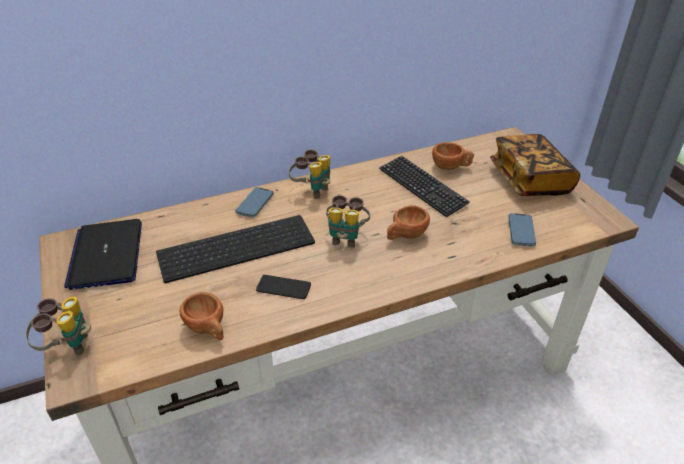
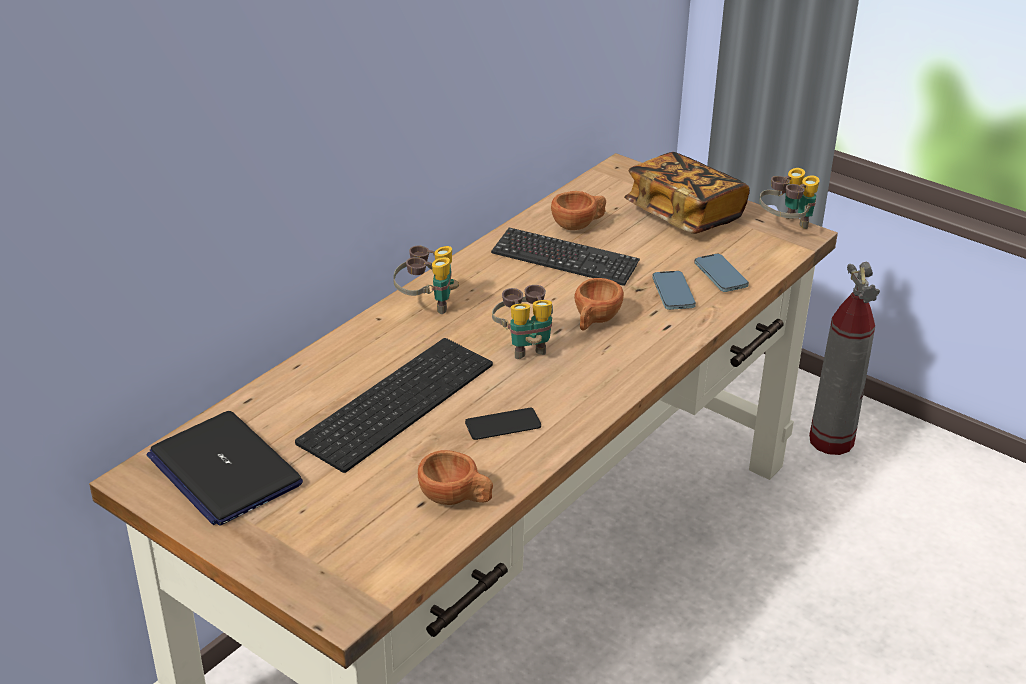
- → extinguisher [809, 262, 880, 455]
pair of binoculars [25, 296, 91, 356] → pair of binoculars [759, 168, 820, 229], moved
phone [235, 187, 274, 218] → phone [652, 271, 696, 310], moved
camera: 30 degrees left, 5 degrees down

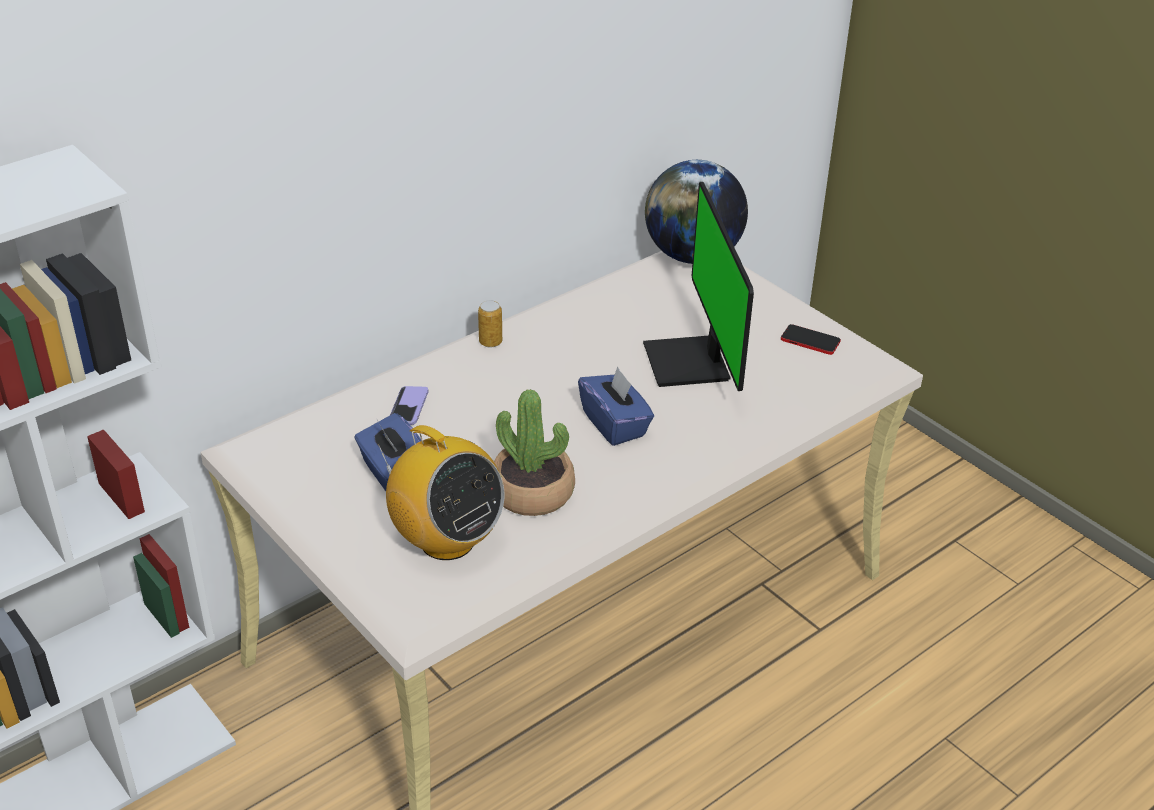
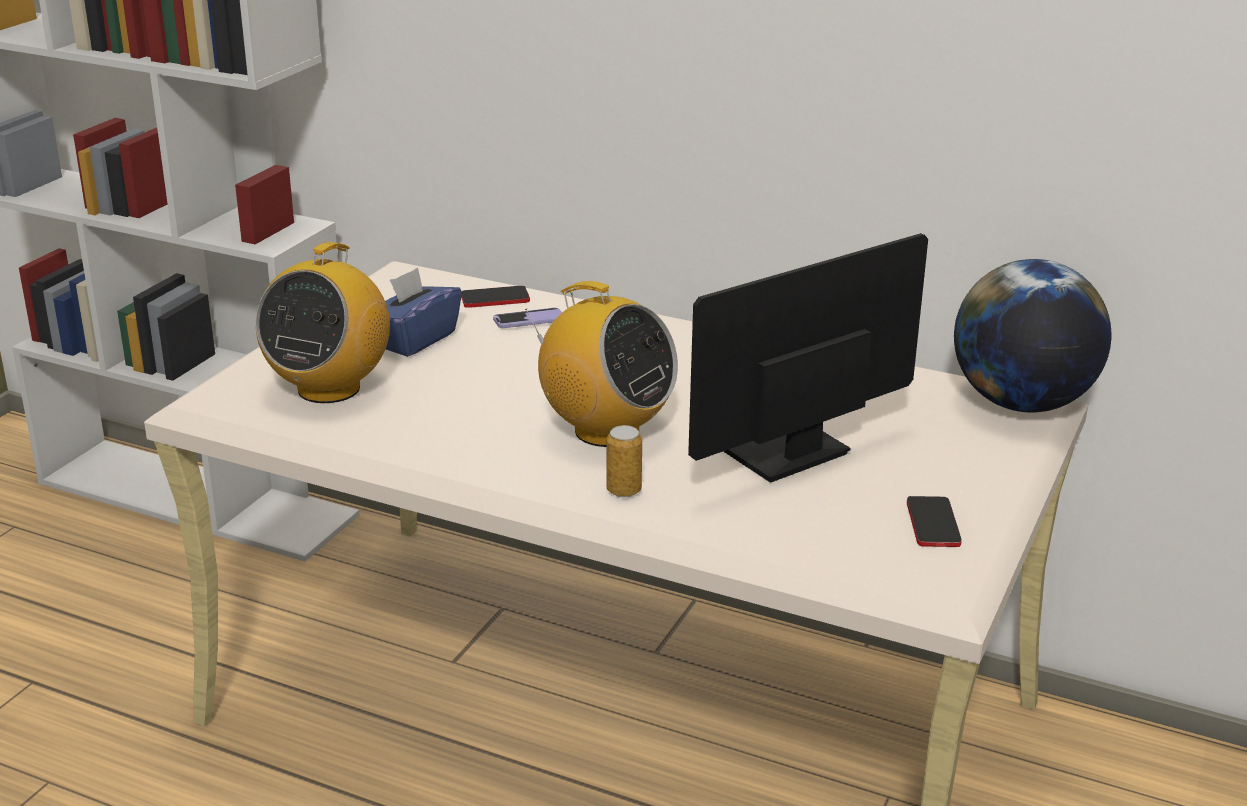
potted plant [494, 389, 575, 516] → -
- → phone [461, 286, 530, 308]
sealed can [478, 300, 502, 348] → sealed can [606, 425, 642, 497], moved
blue-coloured tissue holder [578, 367, 654, 446] → radio receiver [525, 281, 678, 447]
camera: 65 degrees right, 10 degrees down

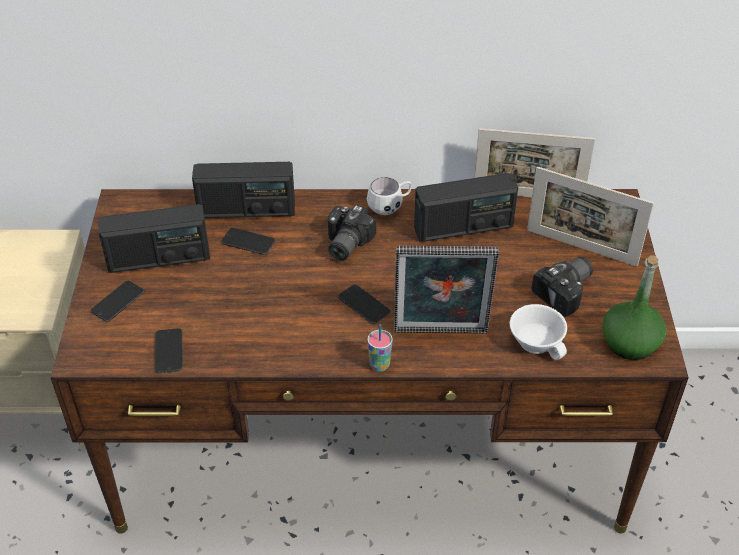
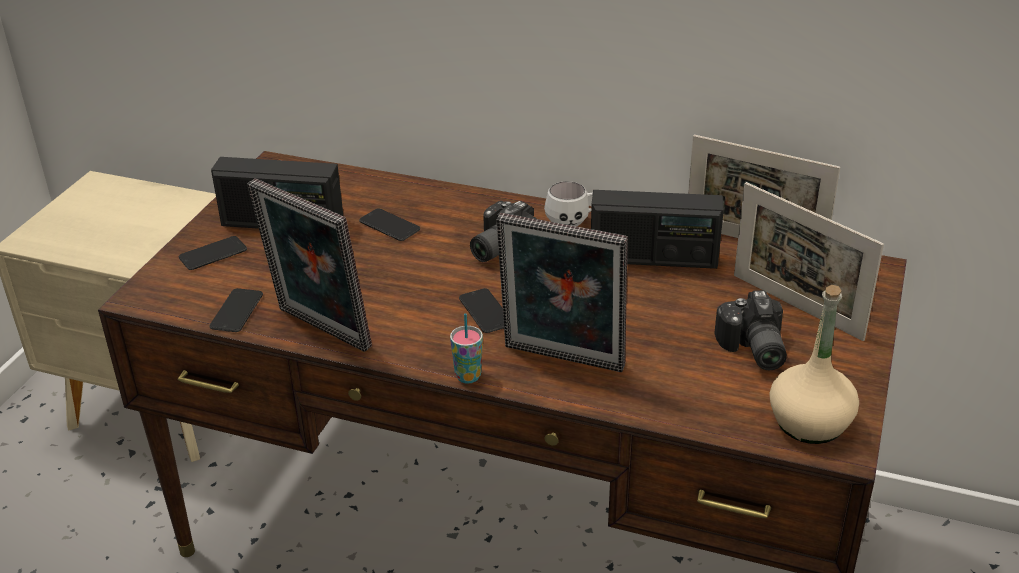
radio receiver [192, 162, 295, 218] → -
white-coloured drinking cup [510, 304, 567, 360] → -
- → picture frame [247, 178, 372, 352]
green-coloured bottle [602, 255, 666, 360] → beige bottle [769, 285, 859, 444]
photo camera [531, 257, 593, 317] → photo camera [714, 290, 787, 370], 105 degrees clockwise
camera: 20 degrees right, 10 degrees down

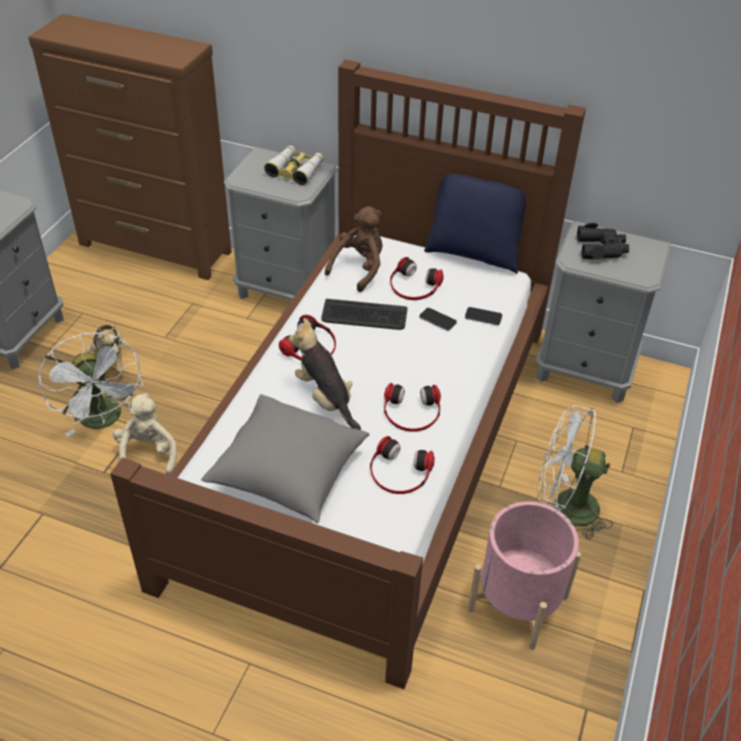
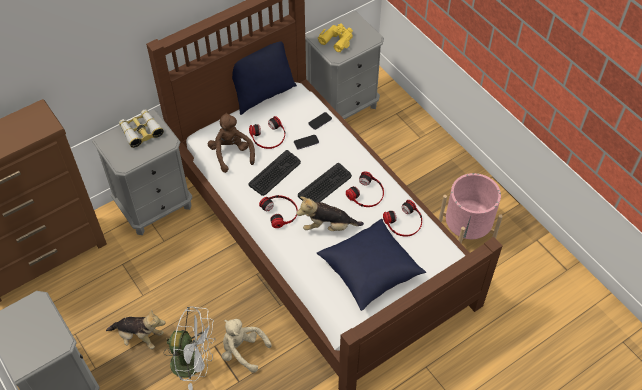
white-coloured electric fan [538, 405, 613, 539] → -
- → keyboard [298, 163, 352, 202]
greyish pillow [201, 394, 369, 523] → blue-coloured pillow [317, 219, 426, 311]
black pair of binoculars [577, 223, 629, 260] → yellowish pair of binoculars [318, 23, 353, 52]
camera: 55 degrees left, 10 degrees up

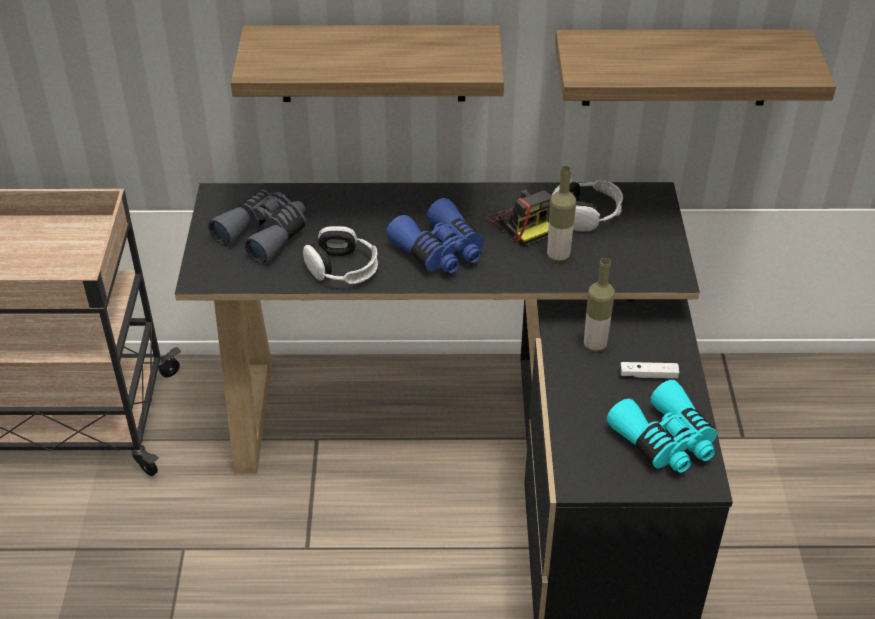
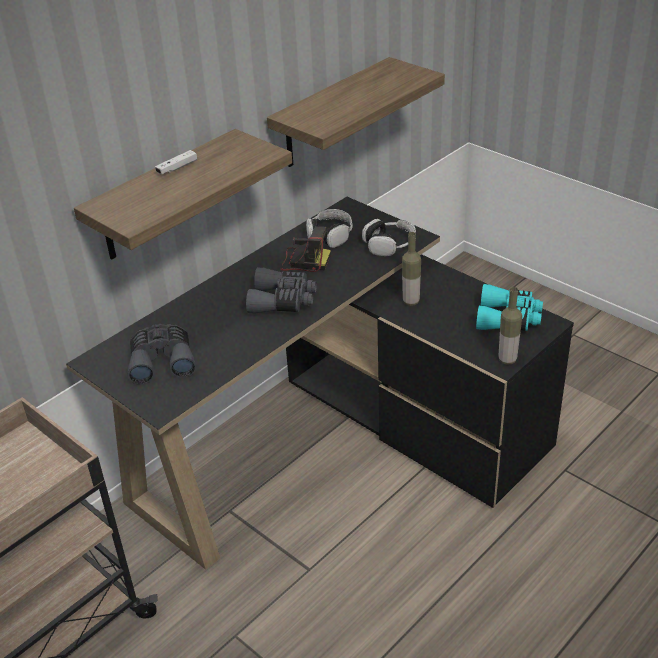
pair of headphones [303, 226, 378, 284] → pair of headphones [362, 219, 416, 256], moved
bottle [547, 166, 576, 262] → bottle [498, 287, 522, 365], moved
white-coloured joypad [620, 362, 679, 379] → white-coloured joypad [155, 150, 197, 174], moved
blue-coloured pair of binoculars [386, 198, 484, 273] → greyish pair of binoculars [246, 267, 317, 314]
camera: 45 degrees left, 5 degrees down

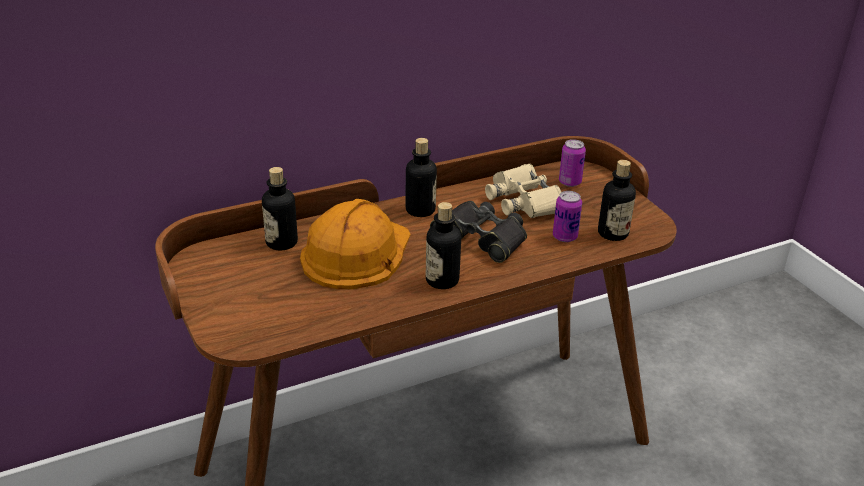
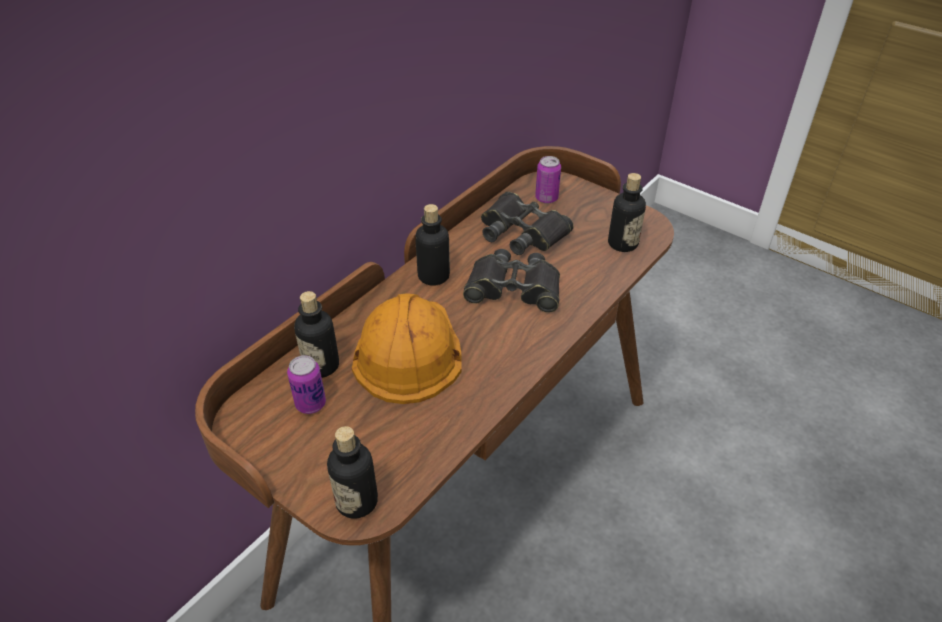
bottle [426, 202, 461, 289] → bottle [327, 426, 378, 519], moved
sealed can [553, 191, 582, 242] → sealed can [287, 355, 326, 414], moved
beige pair of binoculars [485, 164, 561, 218] → black pair of binoculars [481, 192, 574, 255]
camera: 25 degrees left, 10 degrees up

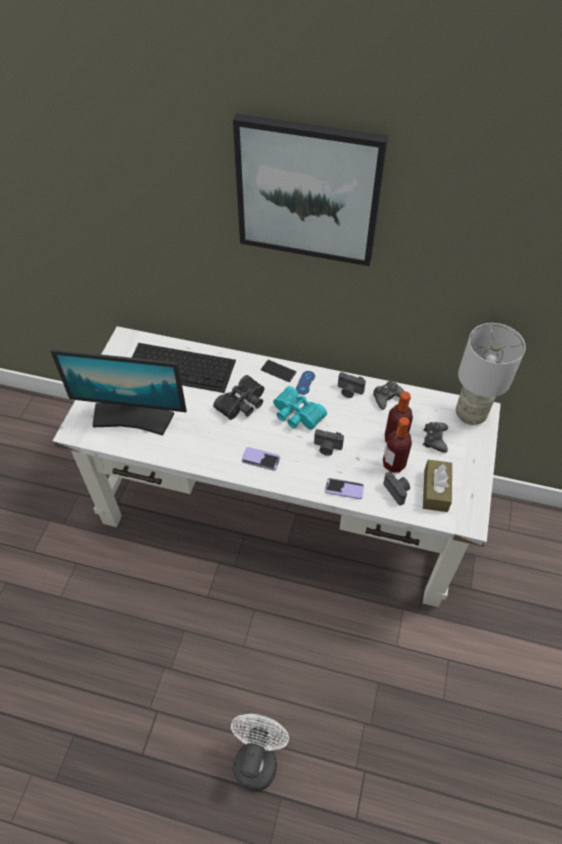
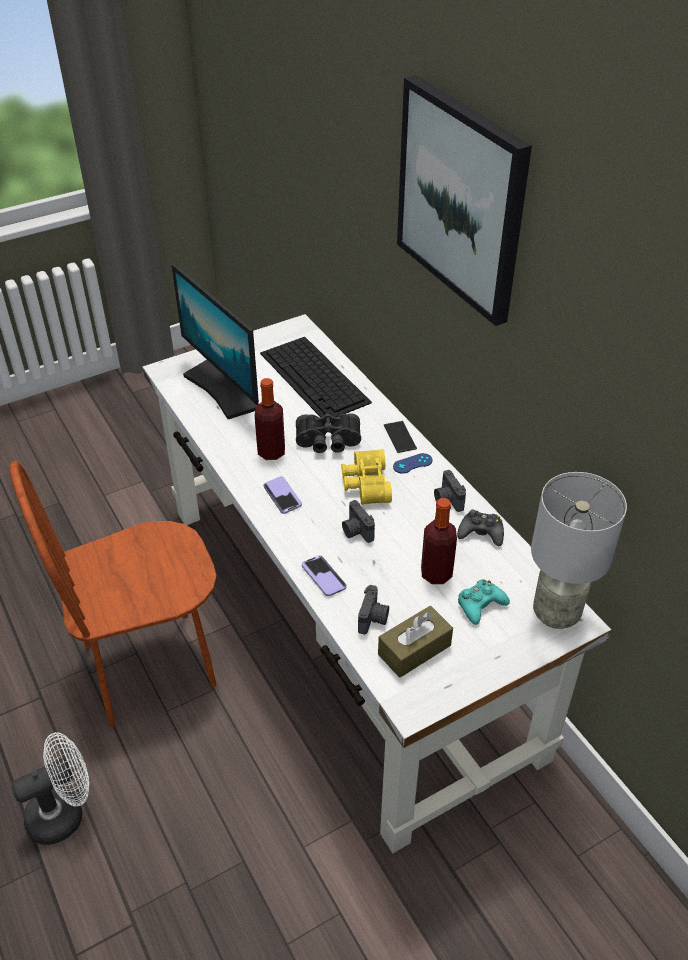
- → brown-coloured chair [9, 461, 216, 727]
bottle [383, 417, 412, 472] → bottle [255, 378, 285, 460], moved
turquoise pair of binoculars [273, 386, 327, 430] → yellowish pair of binoculars [342, 449, 392, 505]
black joypad [423, 422, 448, 453] → turquoise joypad [458, 579, 510, 625]
camera: 45 degrees right, 10 degrees down

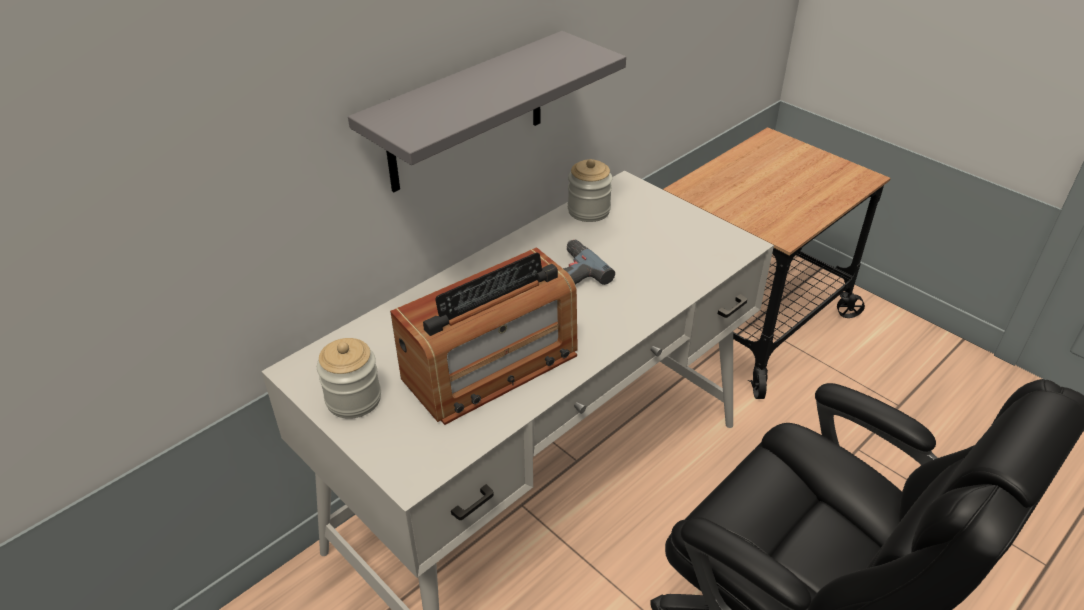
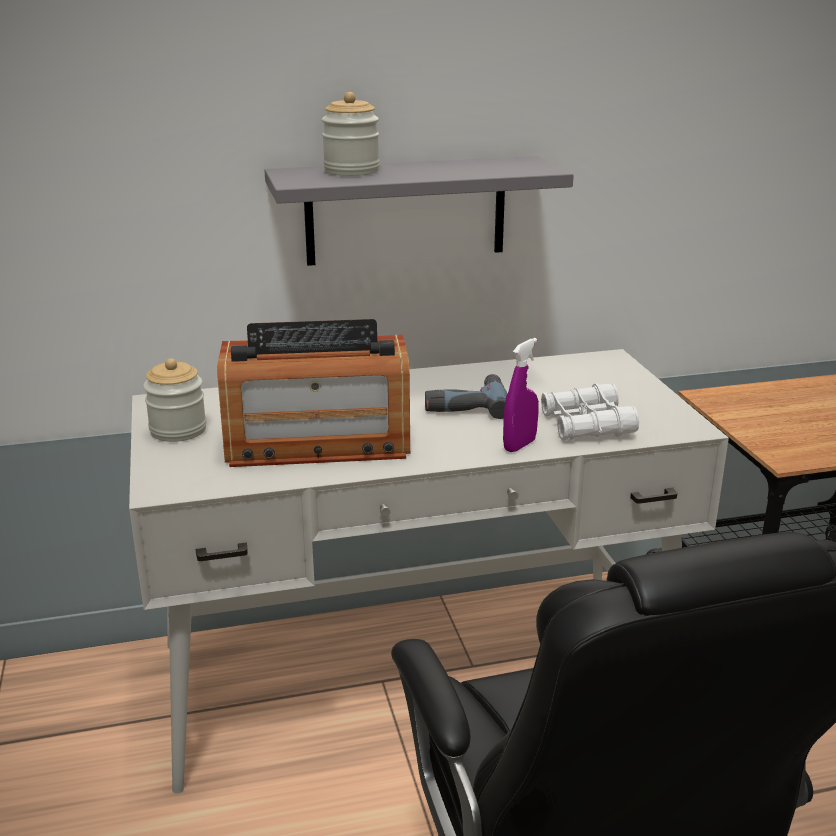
- → purple-coloured sprayer [503, 338, 539, 452]
- → white-coloured pair of binoculars [541, 383, 639, 441]
storage jar [568, 159, 612, 222] → storage jar [322, 92, 379, 176], moved
camera: 30 degrees right, 15 degrees down

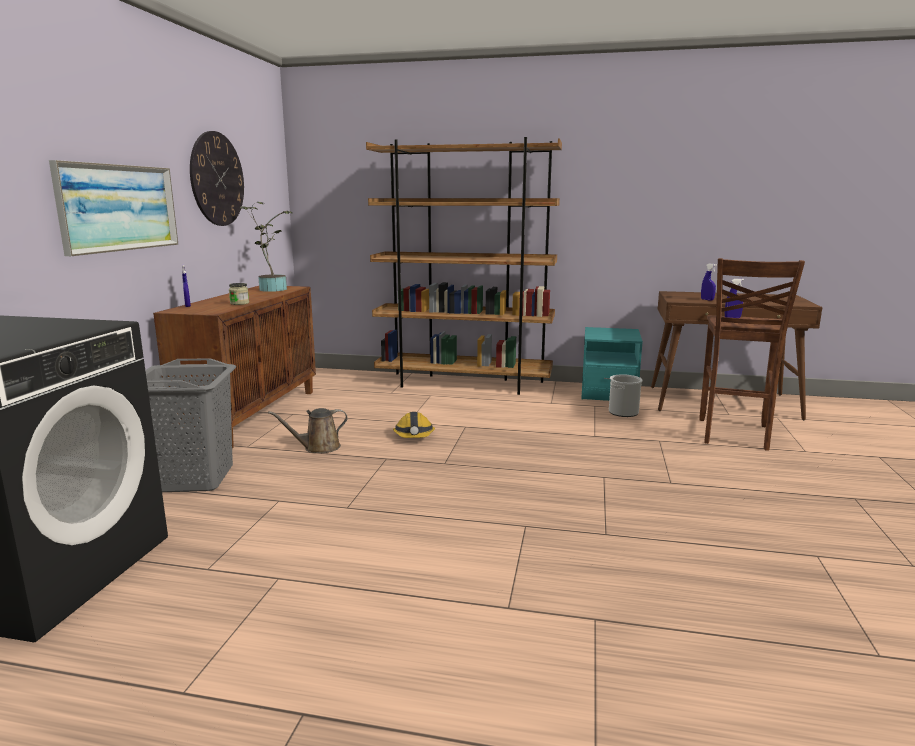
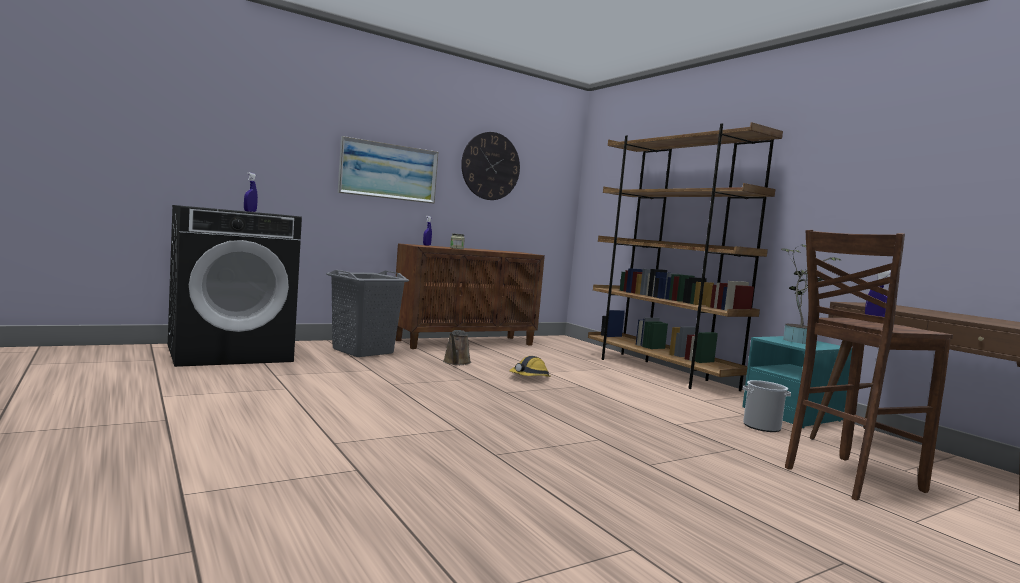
potted plant [240, 201, 293, 292] → potted plant [781, 244, 842, 344], moved
blue-coloured sprayer [701, 264, 717, 301] → blue-coloured sprayer [244, 172, 258, 212], moved
brown-coloured watering pot [268, 408, 348, 453] → brown-coloured watering pot [443, 330, 471, 365], 105 degrees counterclockwise
camera: 45 degrees right, 10 degrees down

